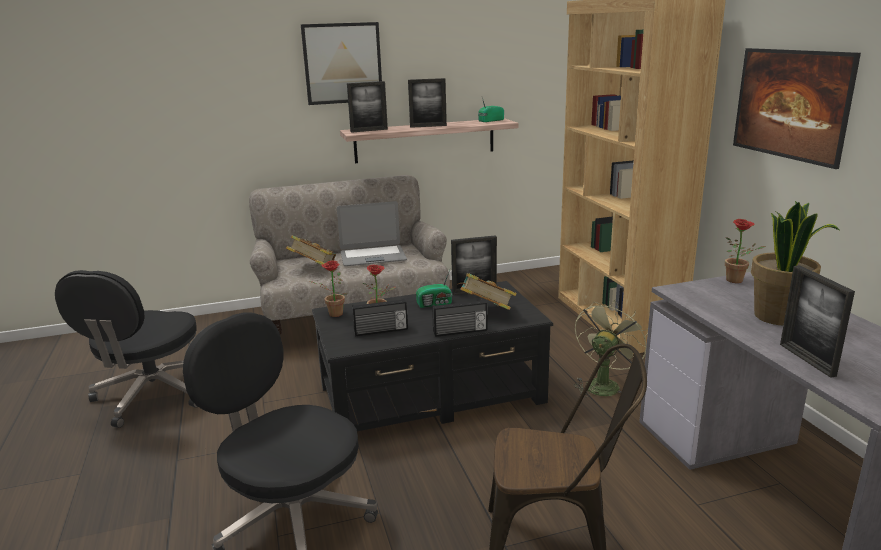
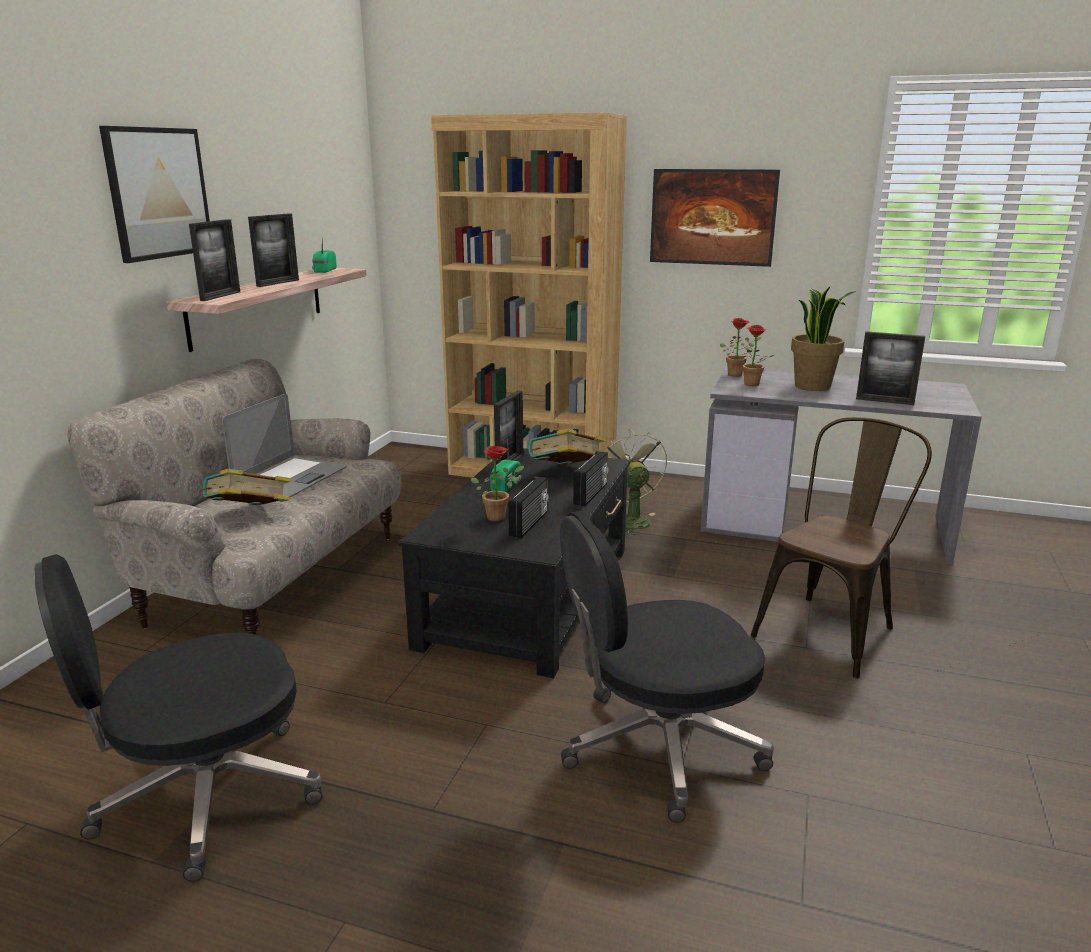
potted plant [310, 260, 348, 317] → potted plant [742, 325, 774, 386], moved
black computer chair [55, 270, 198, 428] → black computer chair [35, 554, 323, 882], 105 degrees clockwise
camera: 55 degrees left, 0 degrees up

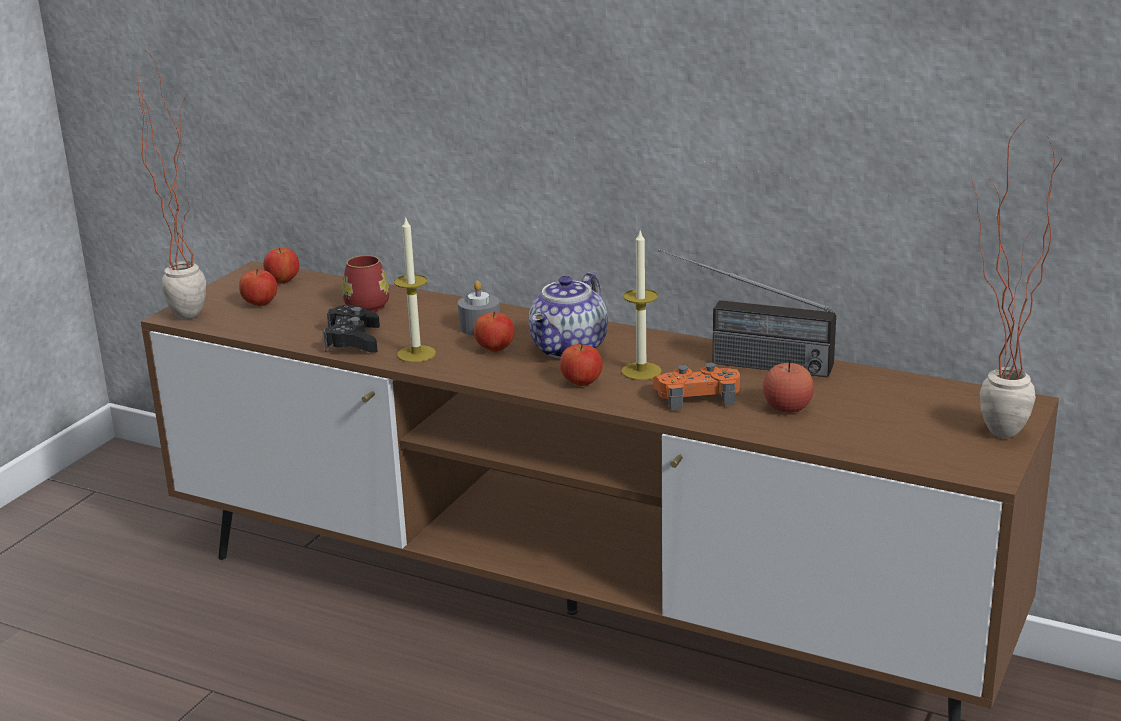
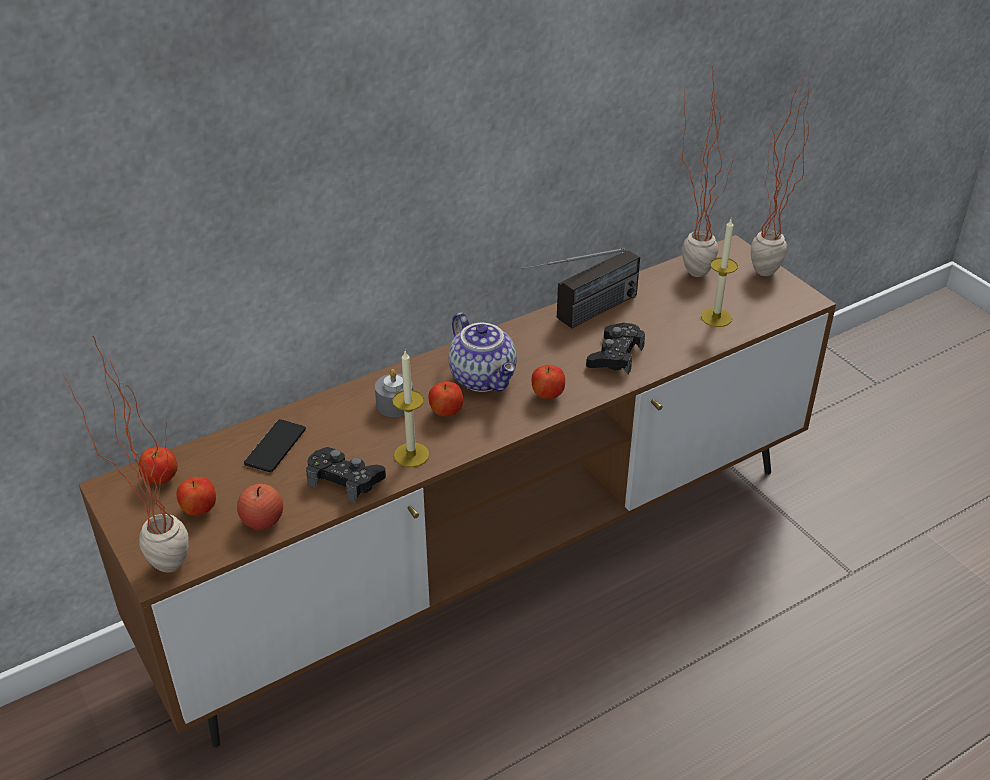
- → potted plant [682, 67, 735, 277]
wax candle [621, 231, 662, 380] → wax candle [701, 219, 738, 327], moved
whole apple [763, 358, 814, 413] → whole apple [237, 484, 283, 530], moved
red tea mug [342, 255, 389, 312] → phone [244, 419, 306, 472]
orange-coloured joypad [653, 362, 740, 411] → black joypad [586, 323, 645, 375]
camera: 60 degrees left, 15 degrees up

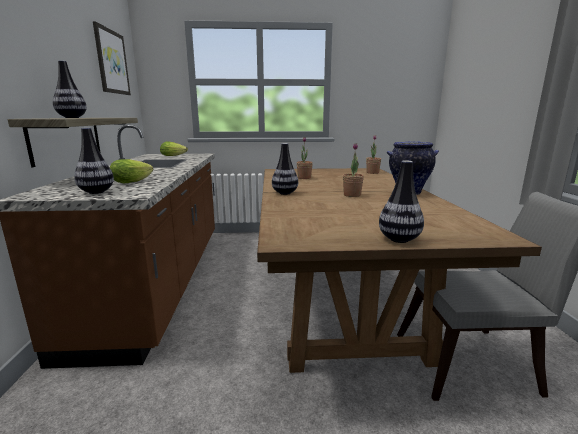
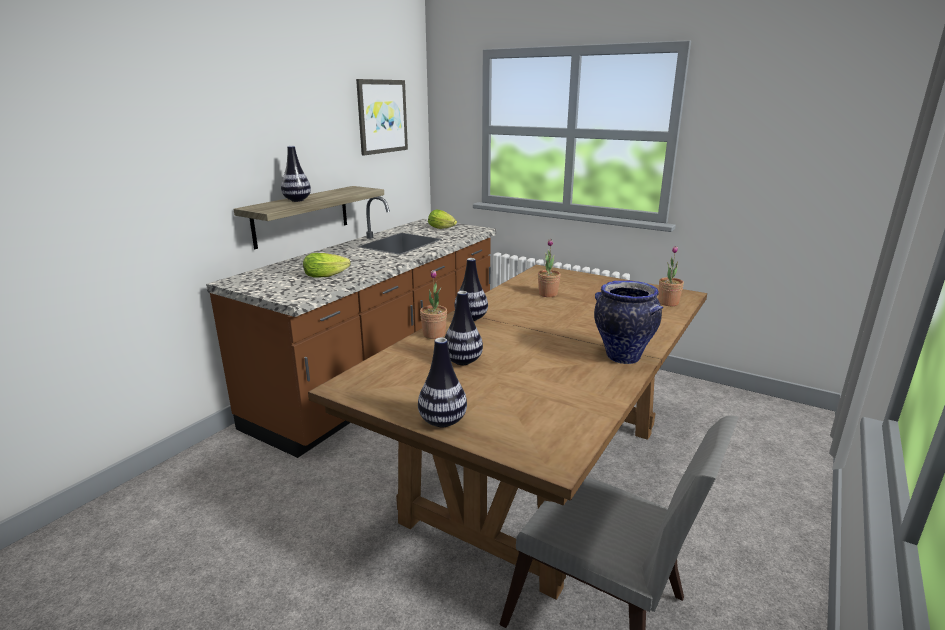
vase [74, 128, 114, 194] → vase [444, 291, 483, 365], moved
potted plant [343, 143, 364, 197] → potted plant [420, 270, 447, 339], moved
camera: 35 degrees right, 5 degrees up

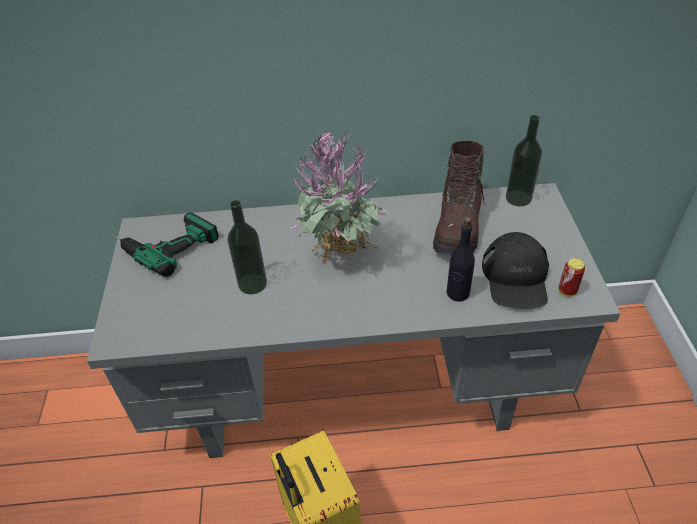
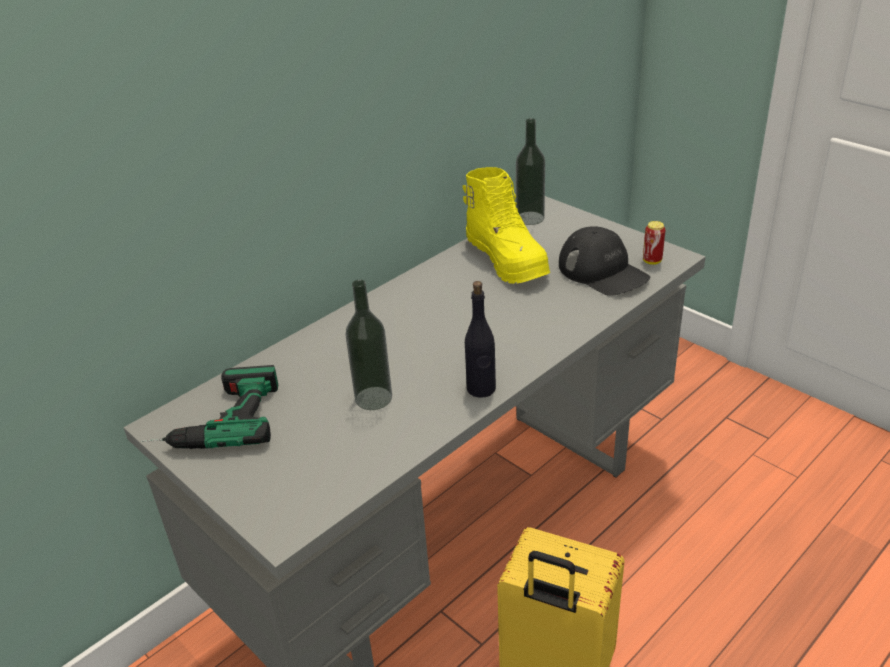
potted plant [290, 128, 387, 266] → -
black bottle [447, 217, 475, 302] → black bottle [465, 281, 496, 398], moved
brown-coloured boot [433, 141, 485, 256] → yellowish boot [463, 167, 550, 284]
camera: 40 degrees left, 10 degrees down

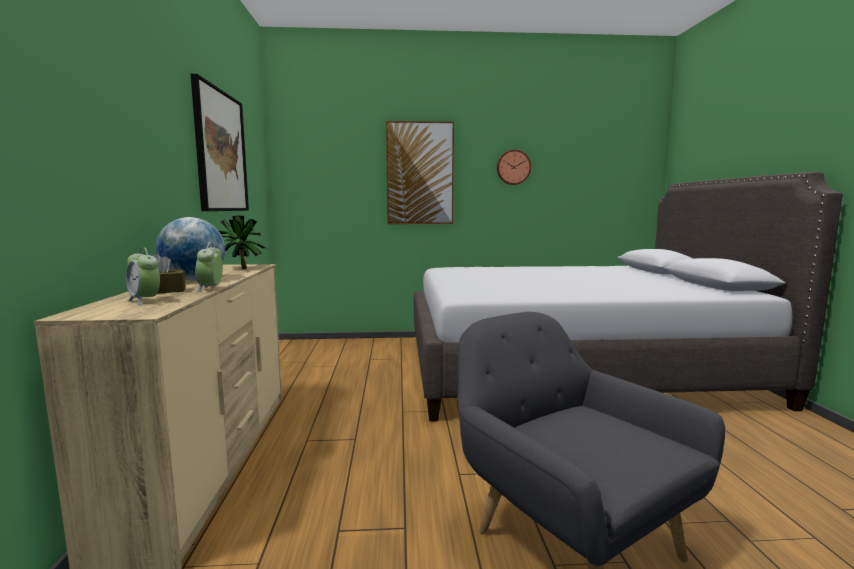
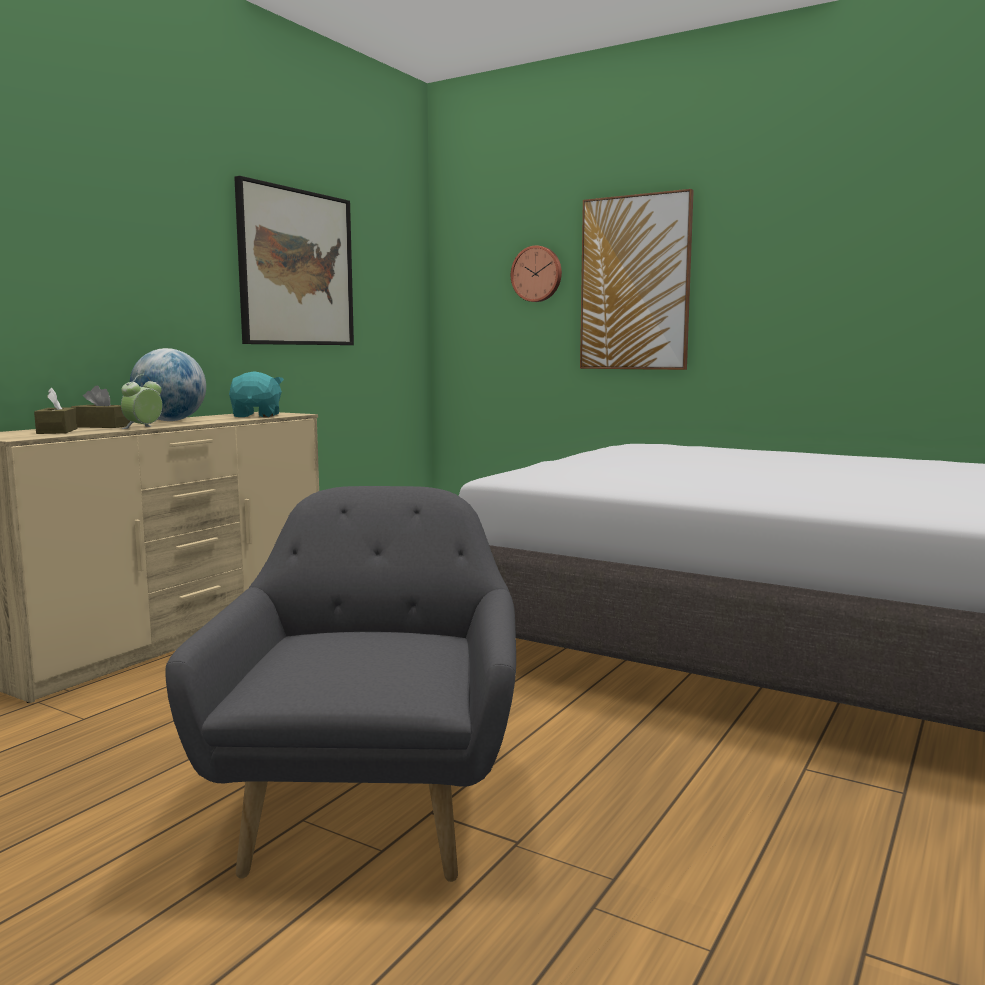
hanging clock [497, 150, 531, 185] → hanging clock [511, 245, 562, 302], moved
alarm clock [126, 247, 160, 305] → brown-coloured tissue holder [34, 388, 77, 434]
potted plant [218, 216, 266, 269] → turquoise plush toy [229, 371, 284, 417]
camera: 35 degrees right, 0 degrees up

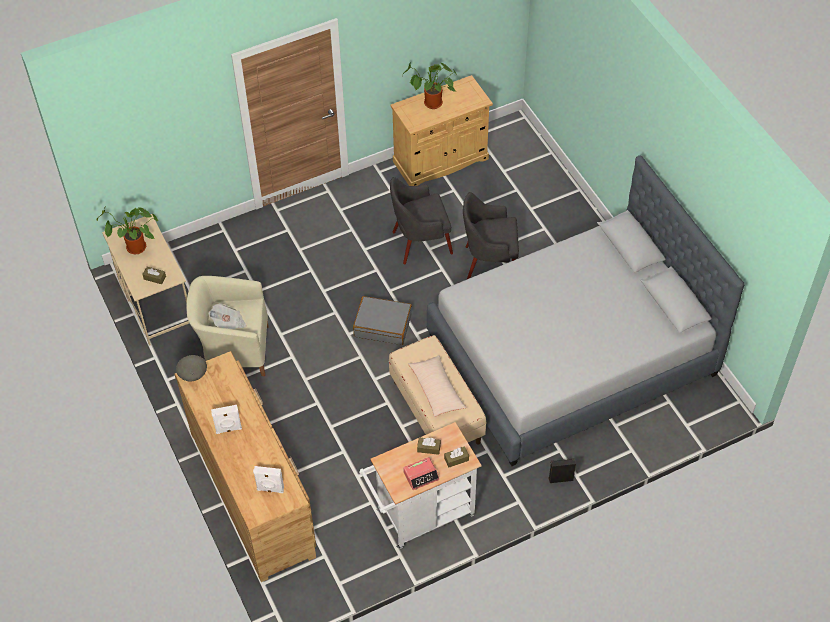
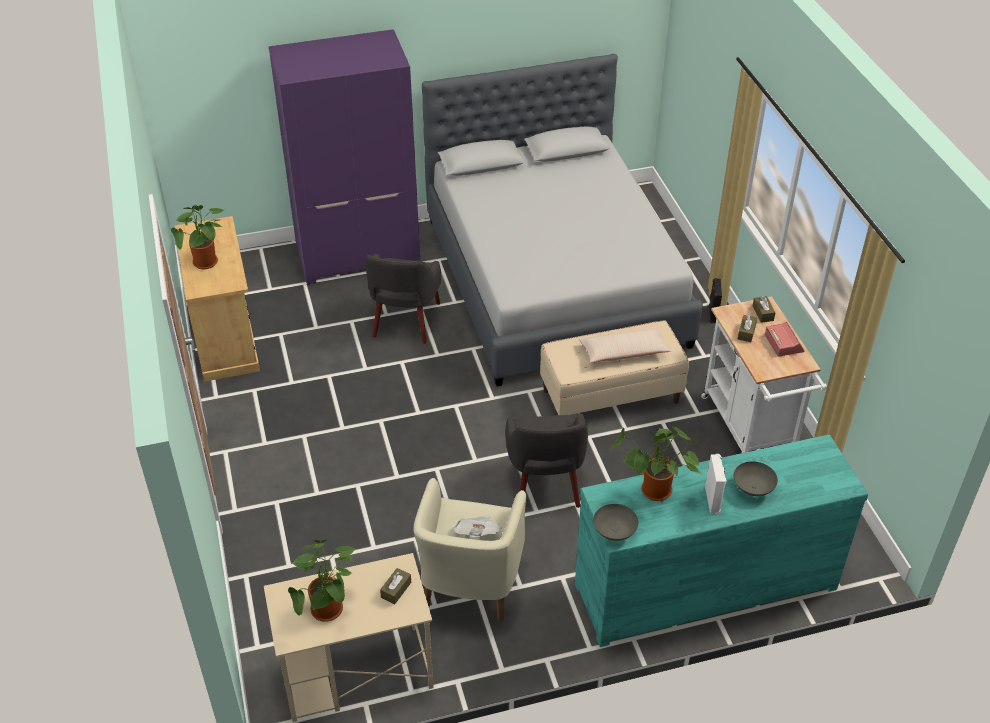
white-coloured audio speaker [253, 466, 284, 493] → -
greyish travel case [353, 296, 412, 345] → -
- → purple-coloured clothes cupboard [269, 29, 420, 285]
- → potted plant [611, 426, 700, 501]
- → greyish bowl [734, 461, 778, 496]
greyish lounge chair [390, 177, 453, 265] → greyish lounge chair [505, 414, 588, 508], moved
brown-coloured drawer chest [174, 351, 316, 582] → turquoise drawer chest [575, 434, 868, 647]
camera: 80 degrees left, 10 degrees down

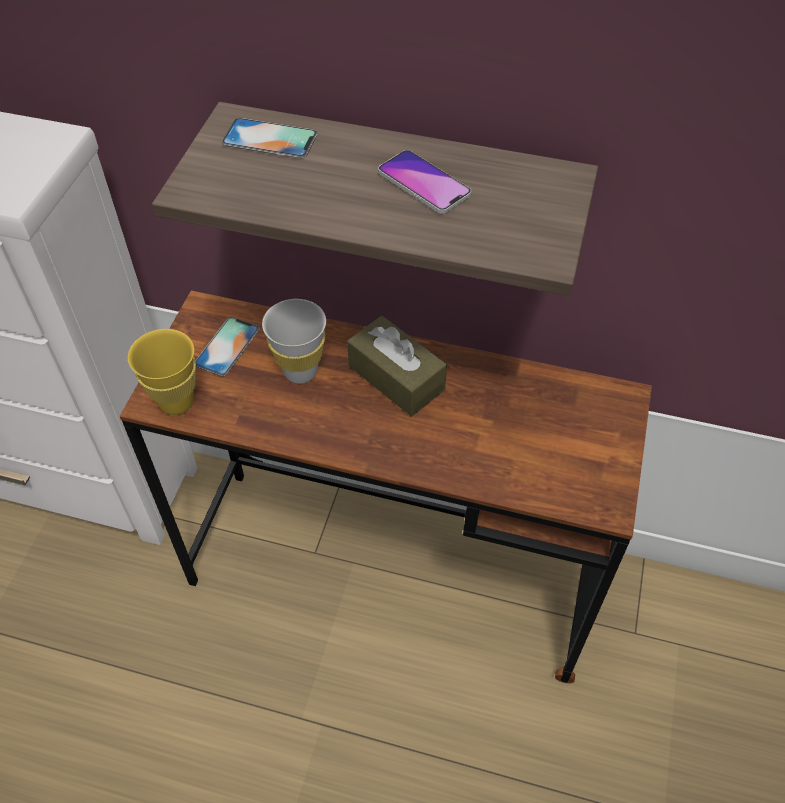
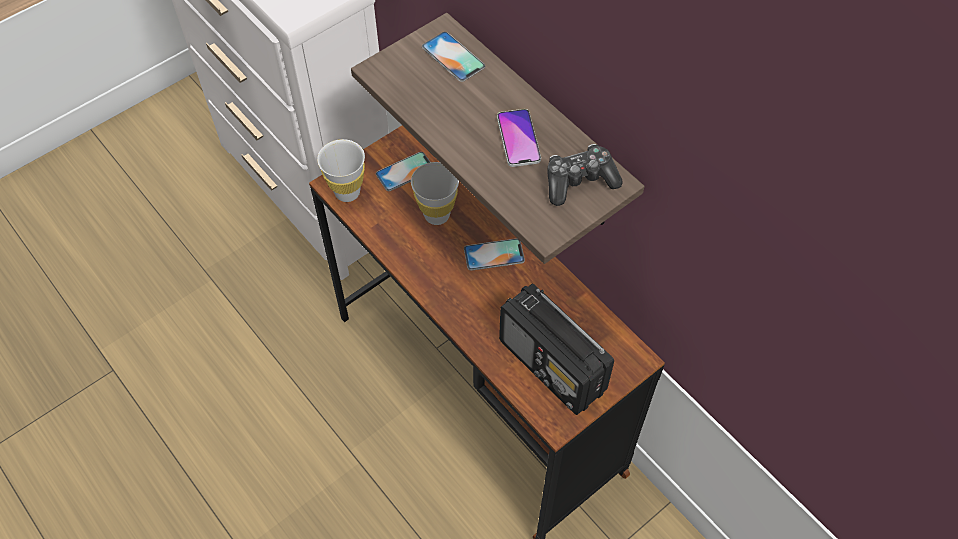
- → radio receiver [499, 284, 614, 415]
- → joypad [547, 144, 622, 206]
brown-coloured tissue holder [347, 316, 447, 416] → phone [464, 238, 525, 271]
yellowish drinking cup [128, 329, 196, 415] → white-coloured drinking cup [317, 139, 365, 202]
camera: 35 degrees right, 5 degrees up

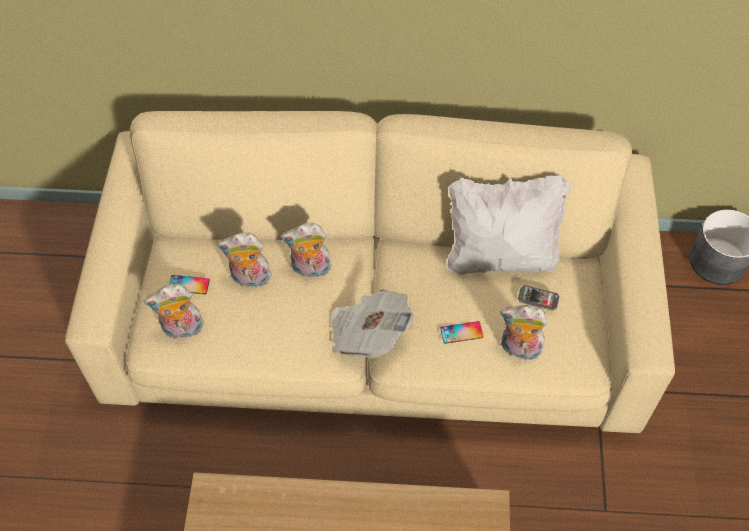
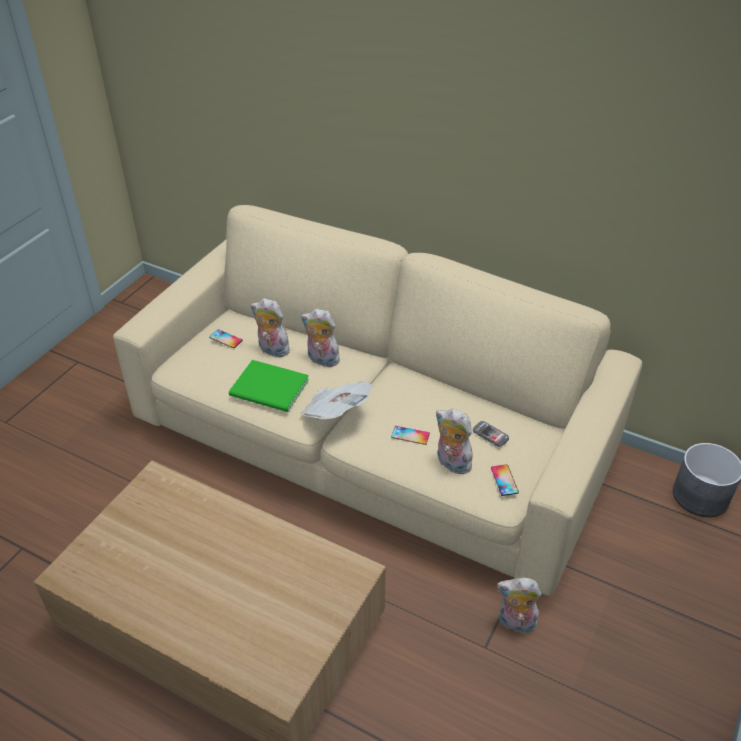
white-coloured pillow [446, 176, 571, 275] → -
- → green-coloured volume [229, 360, 309, 412]
- → phone [491, 464, 519, 496]
plush toy [144, 284, 204, 339] → plush toy [497, 577, 541, 633], moved
camera: 25 degrees right, 15 degrees down

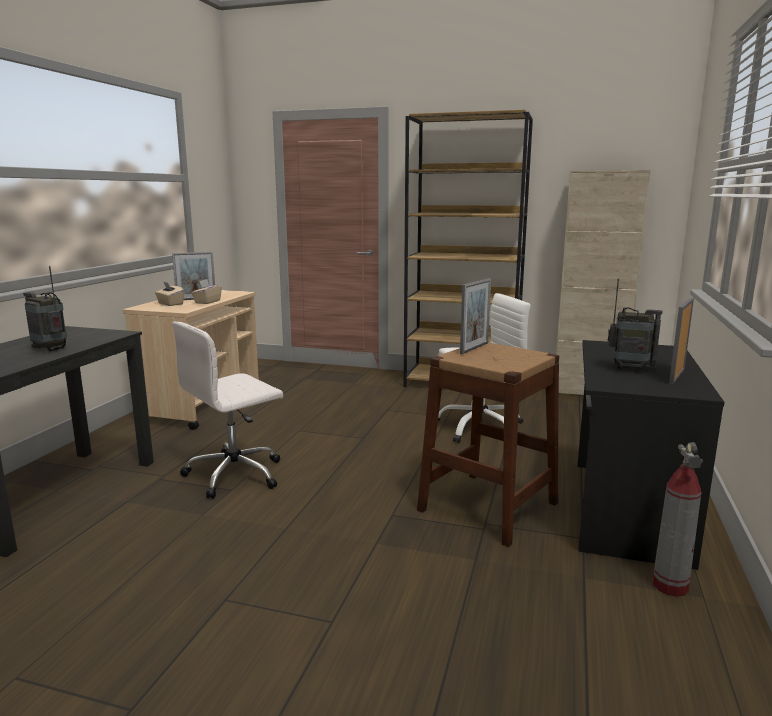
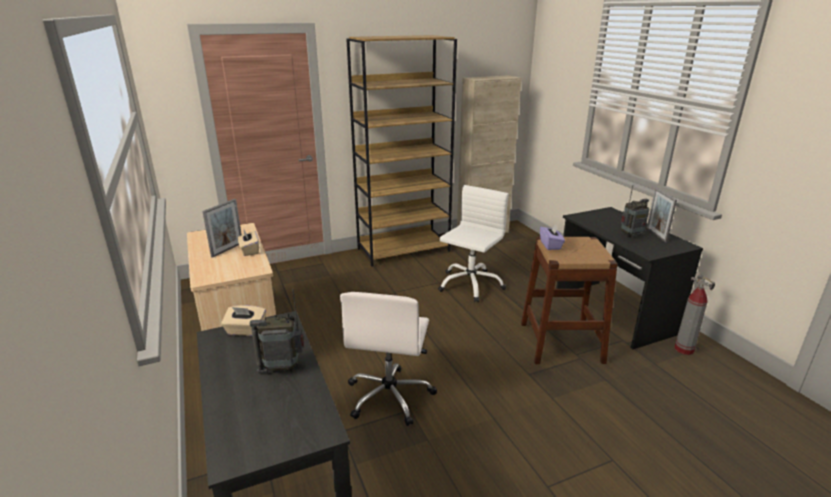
beige tissue holder [155, 282, 184, 306] → beige tissue holder [221, 305, 266, 336], moved
picture frame [460, 278, 491, 354] → purple-coloured tissue holder [540, 224, 565, 250]
camera: 40 degrees left, 10 degrees up

